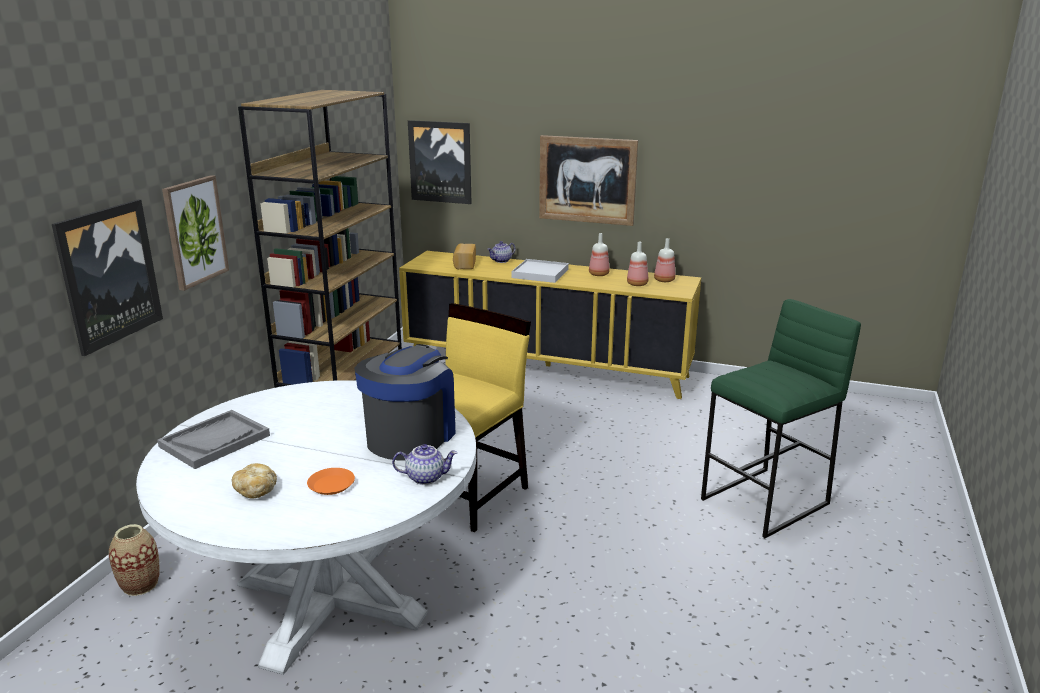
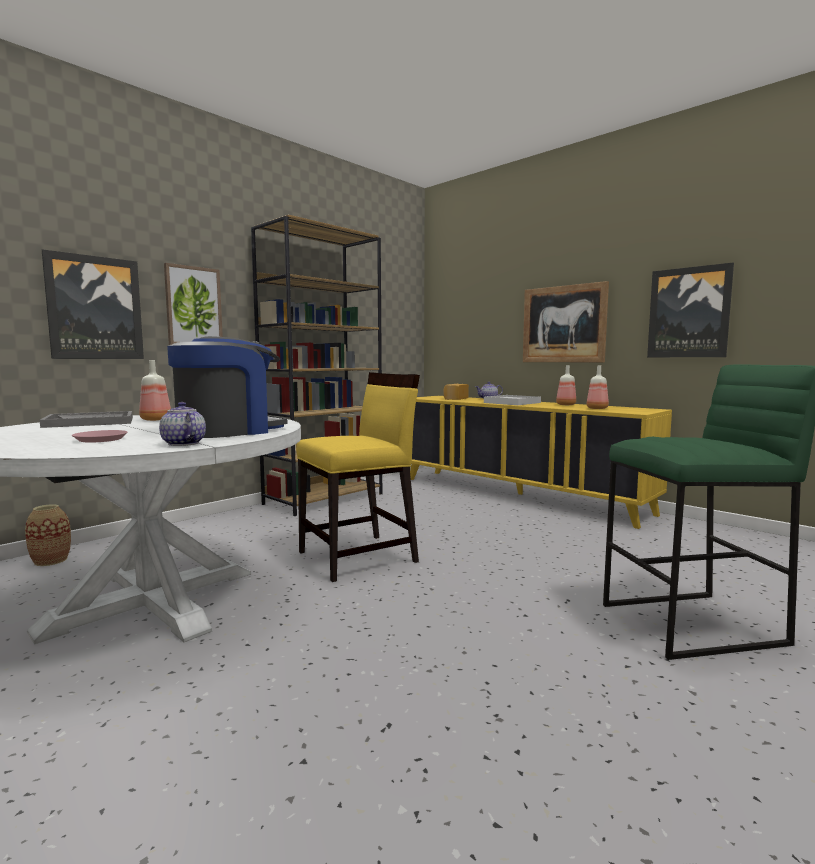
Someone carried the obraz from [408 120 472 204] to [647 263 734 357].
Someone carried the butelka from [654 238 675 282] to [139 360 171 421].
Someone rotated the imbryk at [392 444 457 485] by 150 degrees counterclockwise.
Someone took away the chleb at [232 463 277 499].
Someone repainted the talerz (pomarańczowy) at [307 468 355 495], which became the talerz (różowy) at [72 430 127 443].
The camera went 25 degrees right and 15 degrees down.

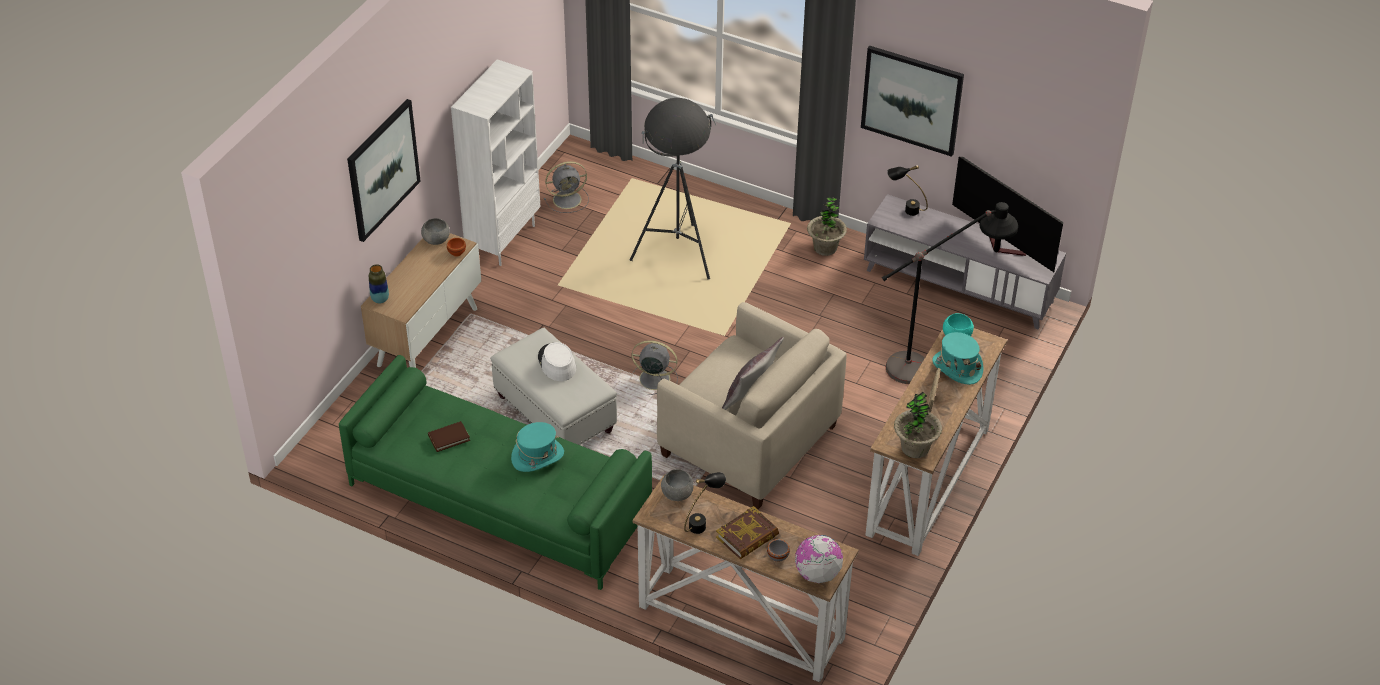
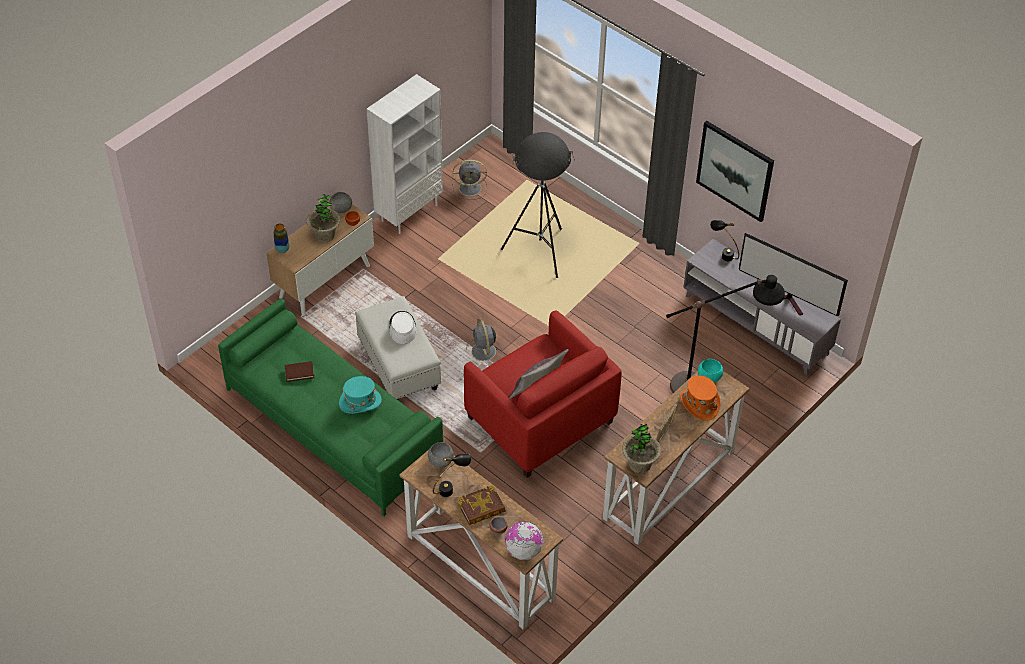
Someone took away the obraz at [347 99 421 242].
Someone rotated the telewizor at [952 157 1063 272] by 150 degrees clockwise.
Someone carried the roślina doniczkowa from [807 197 847 256] to [306 194 341 242].
Someone repainted the fotel (beżowy) at [657 302 846 509], which became the fotel (czerwony) at [464 310 622 478].
Someone repainted the kapelusz (turkusowy) at [932 332 983 385], which became the kapelusz (pomarańczowy) at [680 375 720 421].
Someone rotated the wentylator (szary) at [632 340 678 395] by 135 degrees counterclockwise.
The camera went 15 degrees right and 5 degrees up.

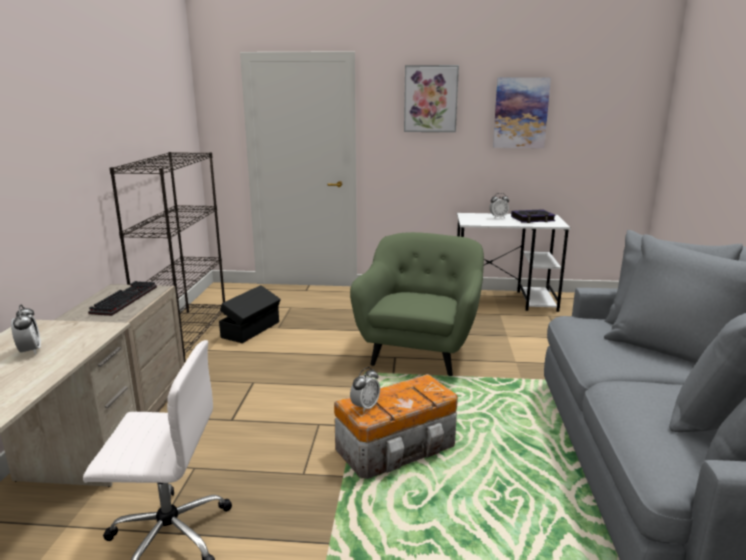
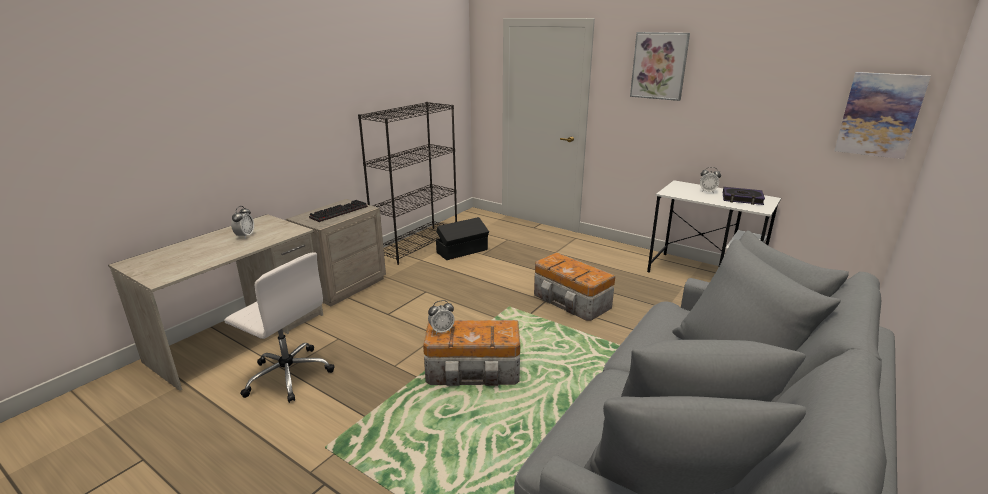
Someone carried the obraz from [493 77 551 148] to [834 72 931 159].
Someone swapped the fotel (zielony) at [350 232 484 376] for the pojemnik do przechowywania at [534 252 615 321].
The camera went 30 degrees right and 5 degrees up.

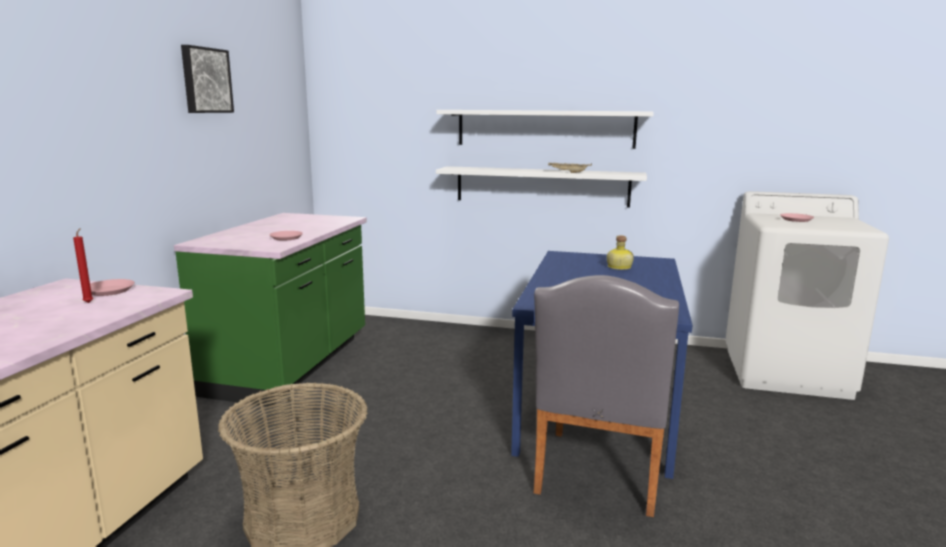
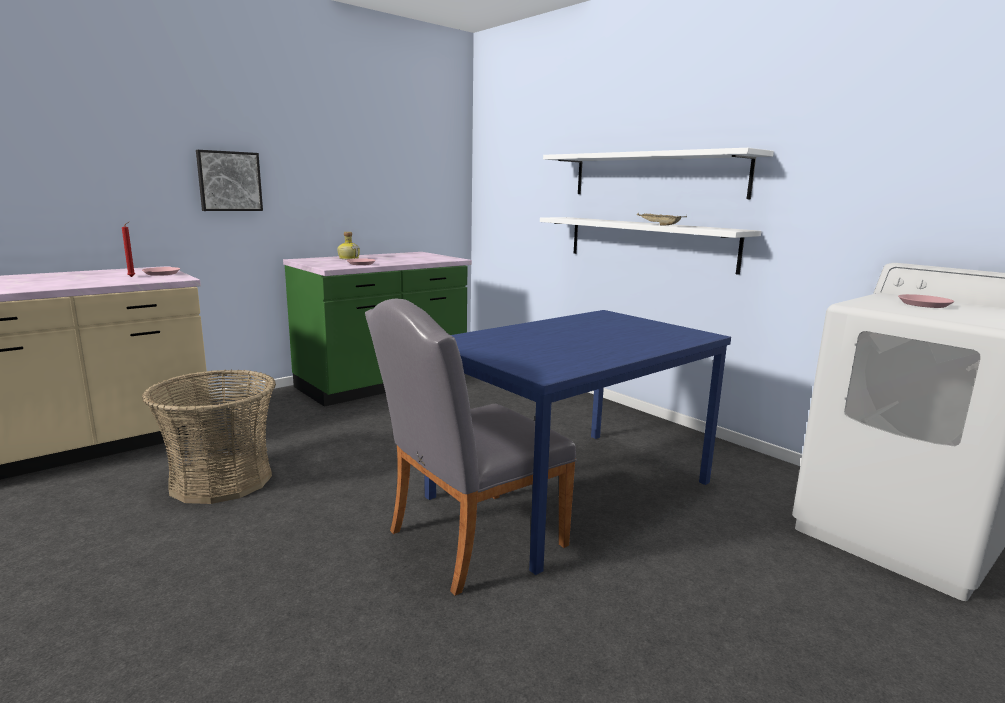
Someone carried the obraz from [181 45 234 113] to [196 150 263 211].
Someone carried the butelka from [607 236 634 270] to [337 232 360 259].
The camera went 35 degrees right and 0 degrees up.

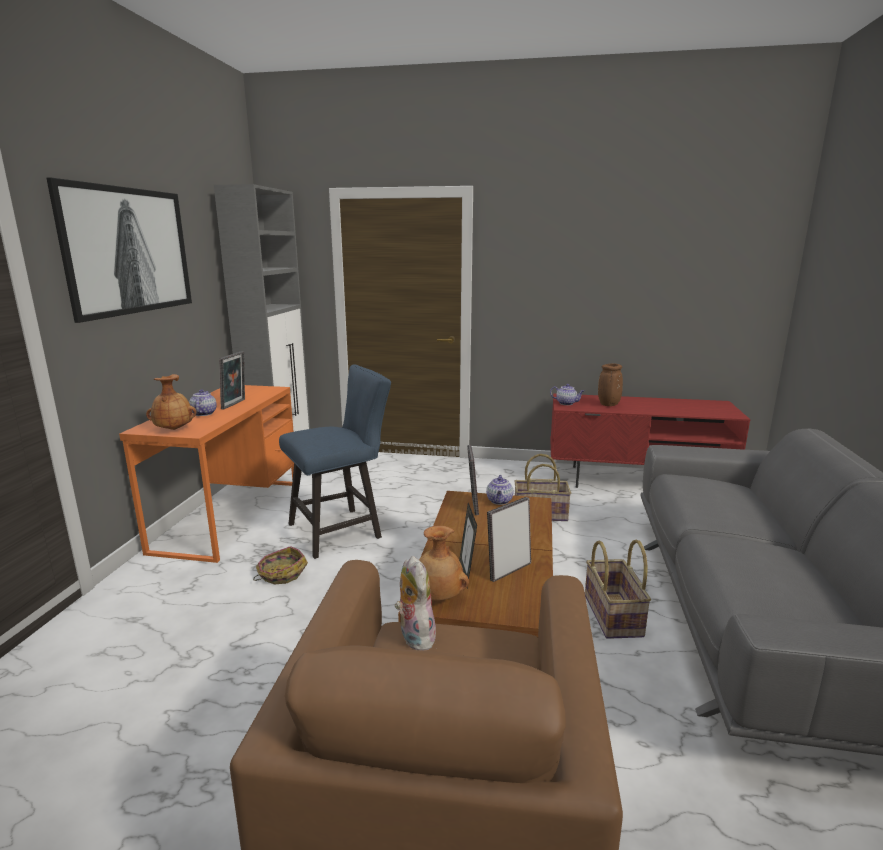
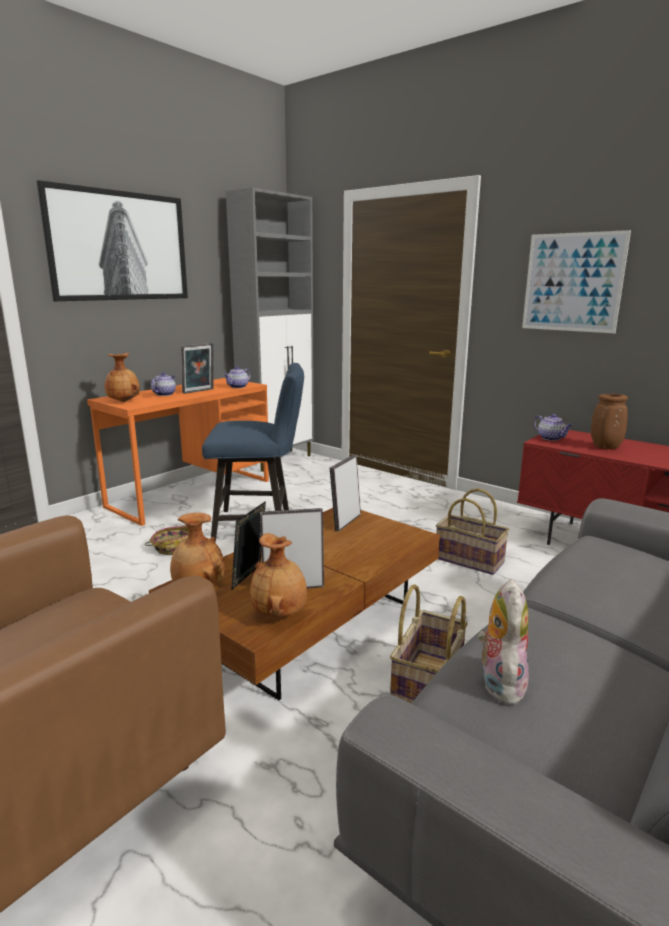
Someone carried the imbryk from [486 475 514 505] to [224 366 251 388].
Someone carried the pluszak from [395 556 437 651] to [478 579 529 705].
Someone put up the obraz at [522 230 631 333].
Someone put down the wazon (brązowy) at [250 533 307 617].
The camera went 30 degrees right and 0 degrees up.

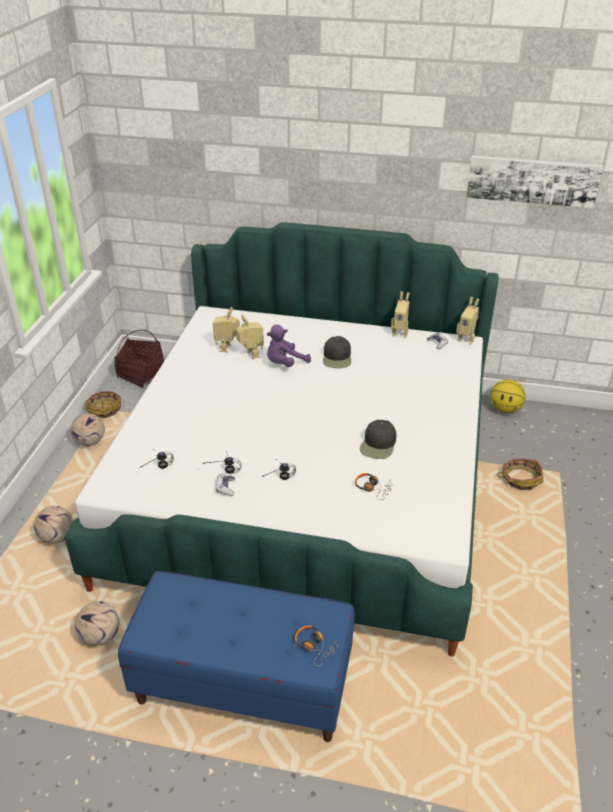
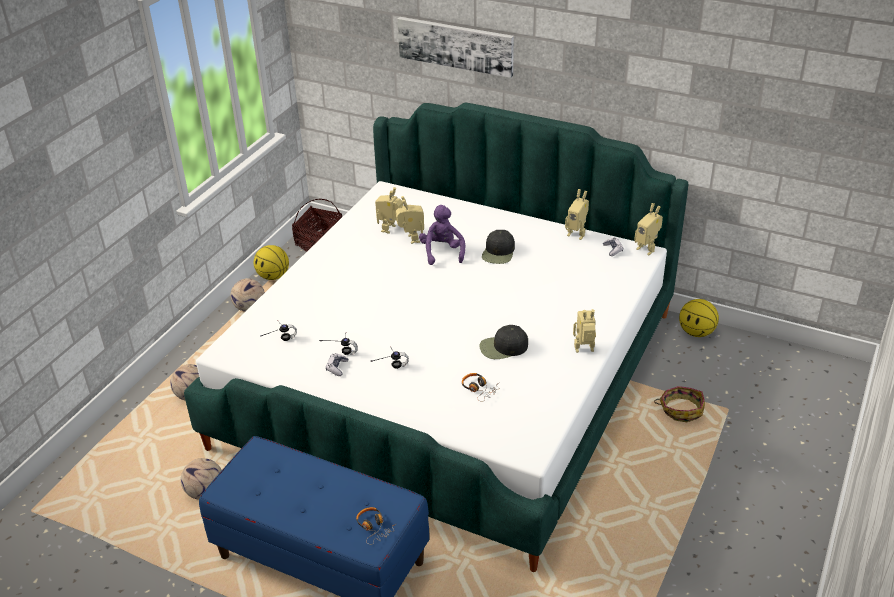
Someone carried the obraz from [466 155 603 208] to [397 17 514 78].
Someone rotated the pluszak (fioletowy) at [266 325 311 367] by 105 degrees clockwise.
Someone swapped the koszyk at [86 391 121 418] for the piłka do koszykówki at [254 245 289 280].
Someone rotated the czapka z daszkiem (czarny) at [360 420 396 459] by 45 degrees clockwise.
Someone put down the robot zabawkowy at [573 309 596 353].
The camera went 15 degrees right and 0 degrees up.

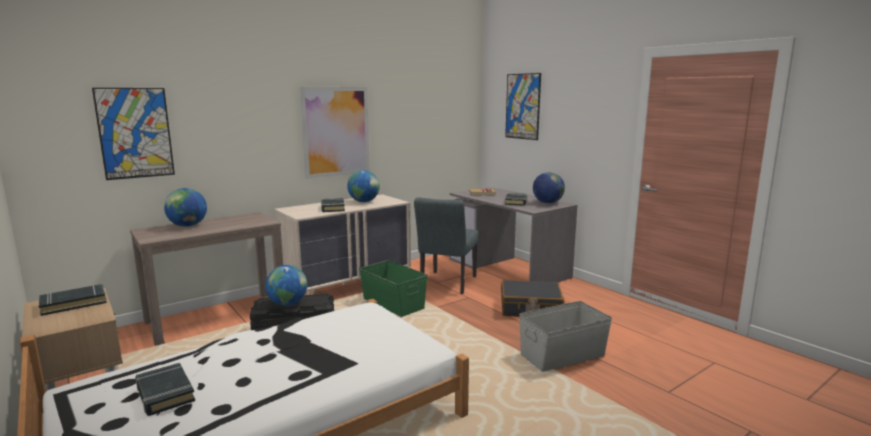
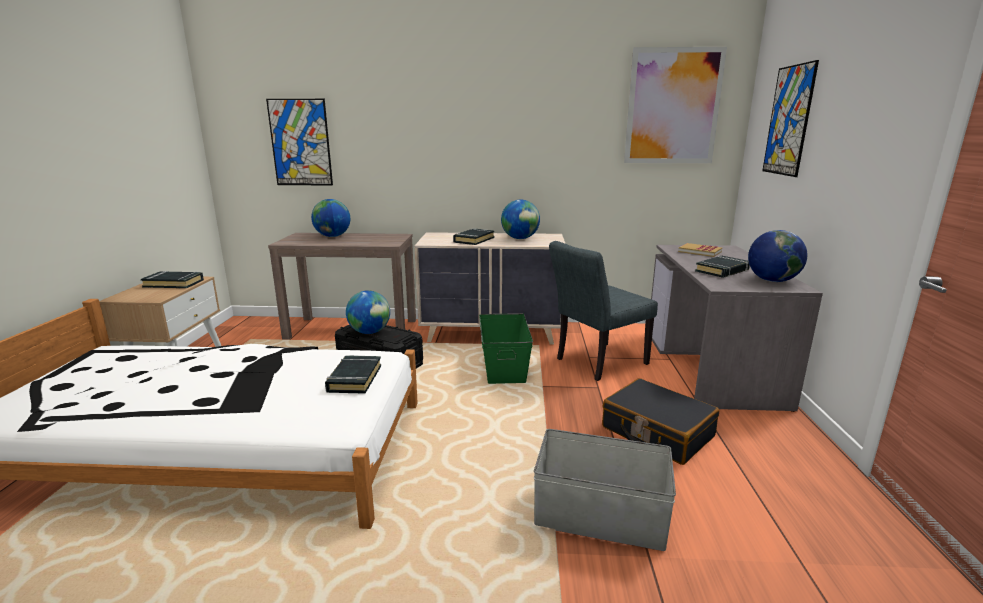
Someone carried the obraz from [300 87 370 179] to [624 47 727 163].
Someone carried the książka (czarny) from [135 363 195 416] to [325 355 381 394].
The camera went 40 degrees right and 5 degrees up.

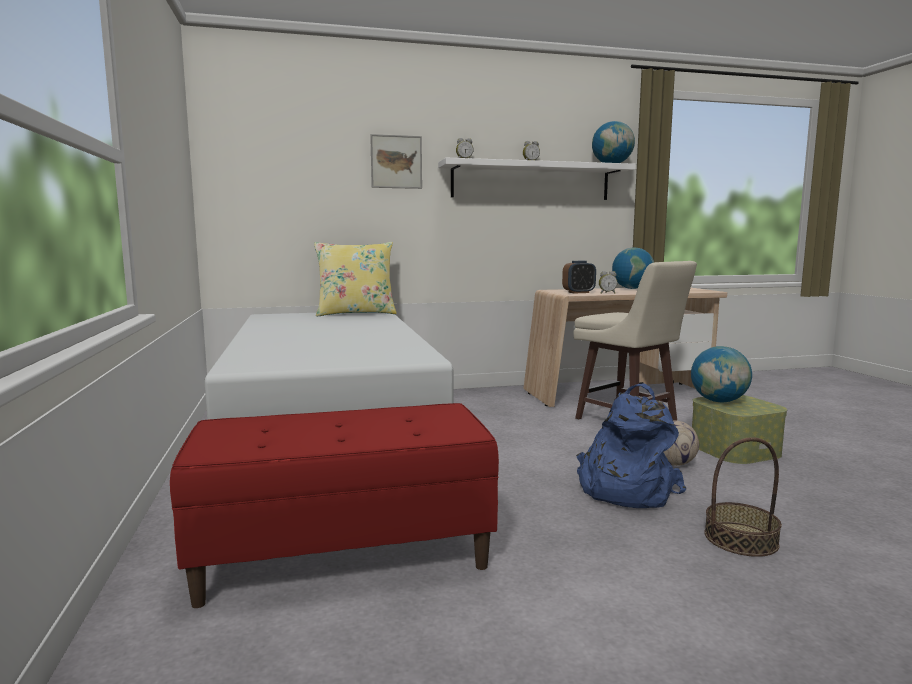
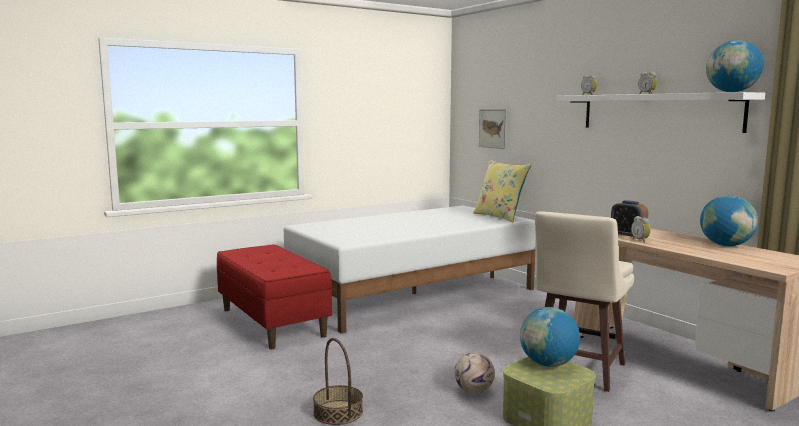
Someone carried the obraz from [370 134 422 189] to [479 109 507 149].
Someone took away the plecak (niebieski) at [576 384 686 508].
The camera went 70 degrees right and 0 degrees up.

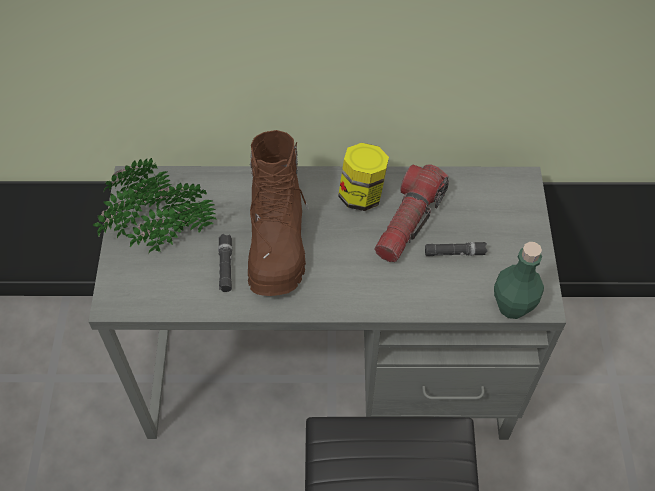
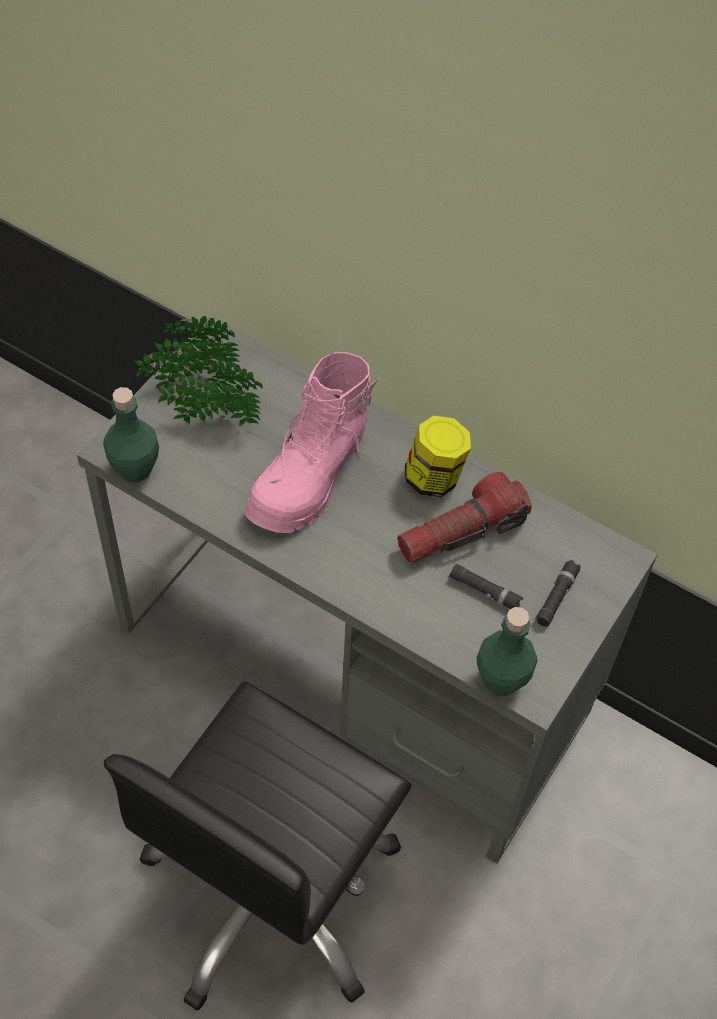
Someone repainted the but z cholewką (brązowy) at [248 130 309 296], which became the but z cholewką (różowy) at [245 352 377 533].
Someone carried the latarka (czarny) from [218 234 232 292] to [535 560 581 627].
Someone put down the butelka (zielony) at [103 387 159 482].
The camera went 30 degrees right and 0 degrees up.

